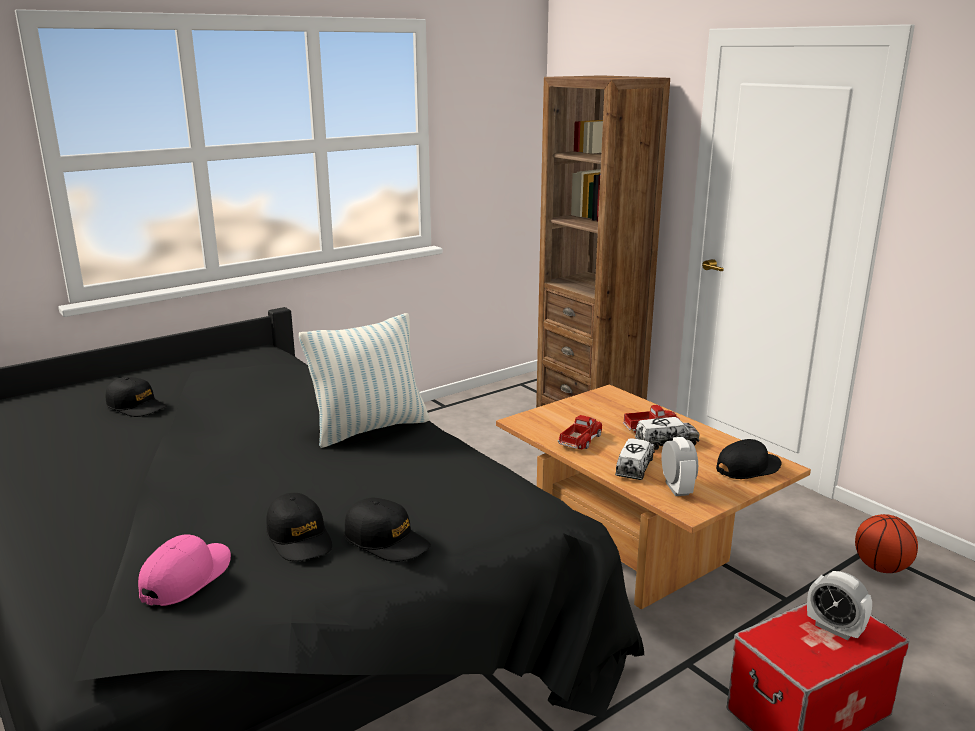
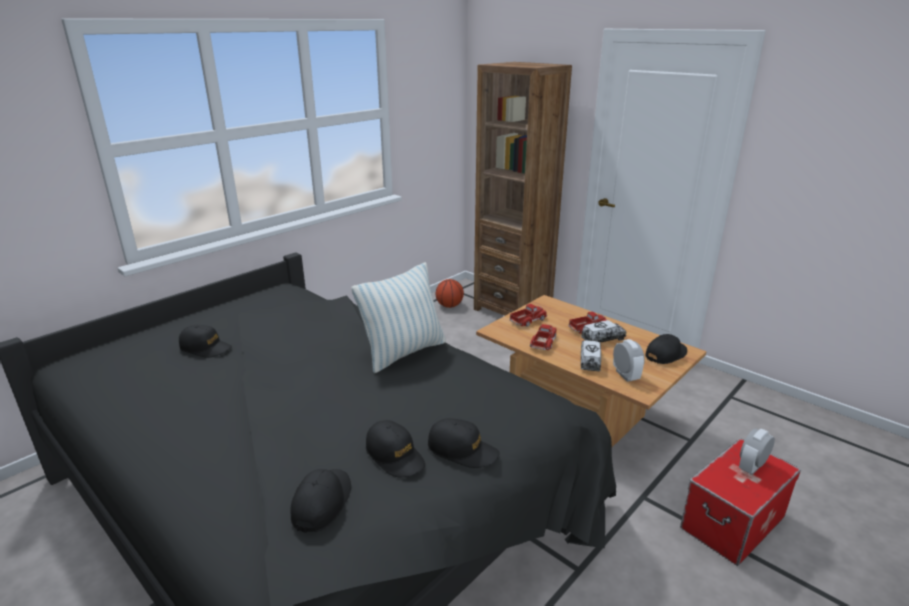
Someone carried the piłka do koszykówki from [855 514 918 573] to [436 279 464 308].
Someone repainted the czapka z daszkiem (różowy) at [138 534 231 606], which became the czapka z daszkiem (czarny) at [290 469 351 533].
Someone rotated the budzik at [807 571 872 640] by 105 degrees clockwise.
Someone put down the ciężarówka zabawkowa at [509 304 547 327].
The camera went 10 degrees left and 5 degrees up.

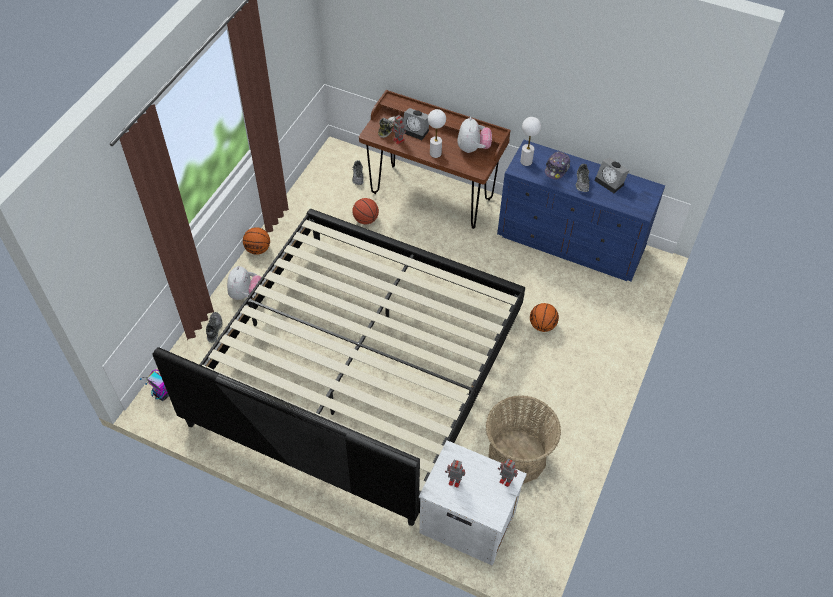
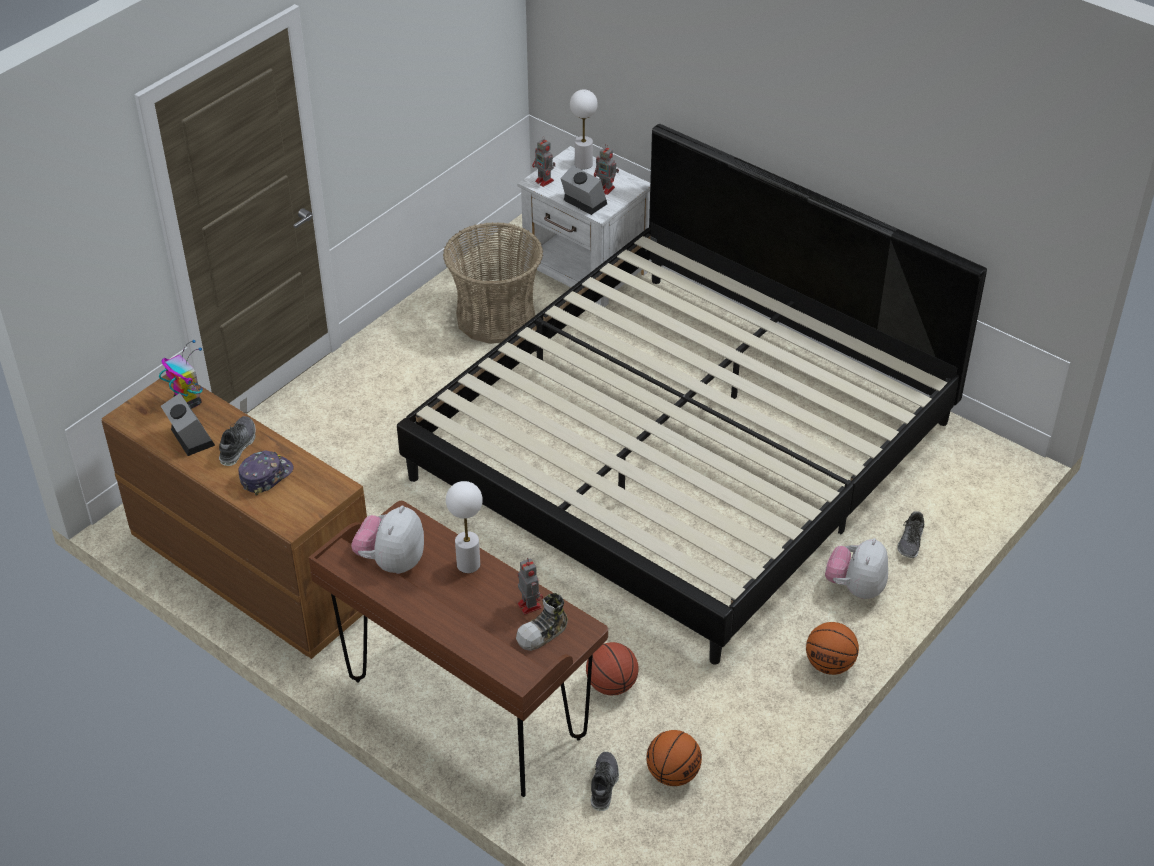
Someone carried the budzik from [403 108 429 140] to [560 165 607 215].
Someone carried the lampa stołowa (biały) from [520 117 541 166] to [570 89 598 169].
Someone repainted the komoda (niebieski) at [497 140 665 281], which became the komoda (brązowy) at [101 375 367 659].
Someone carried the piłka do koszykówki from [530 303 559 332] to [646 730 702 786].
Someone carried the robot zabawkowy from [140 369 169 401] to [159 340 203 409].
The camera went 165 degrees left and 10 degrees down.

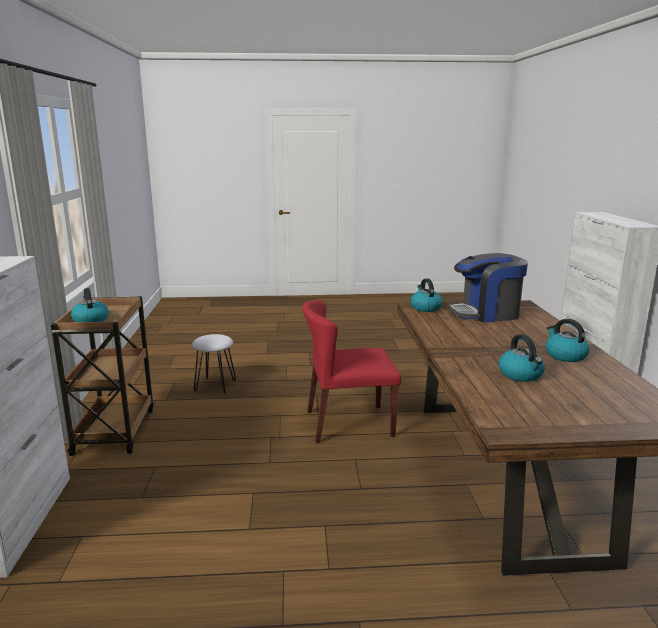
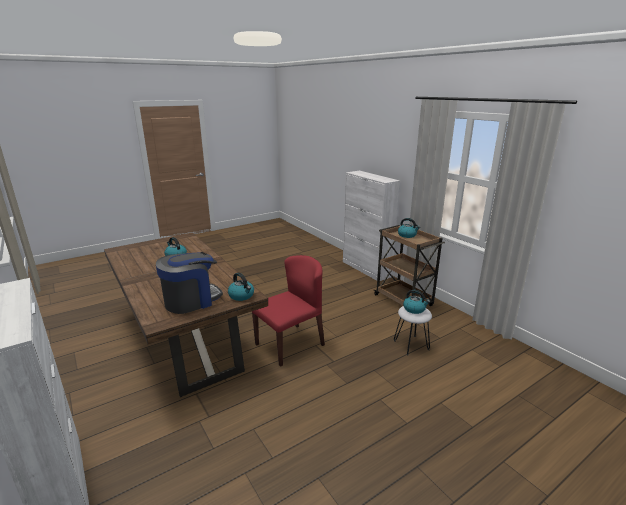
Someone carried the czajnik from [546 319 589 362] to [403 290 430 314].
The camera went 150 degrees right and 5 degrees up.

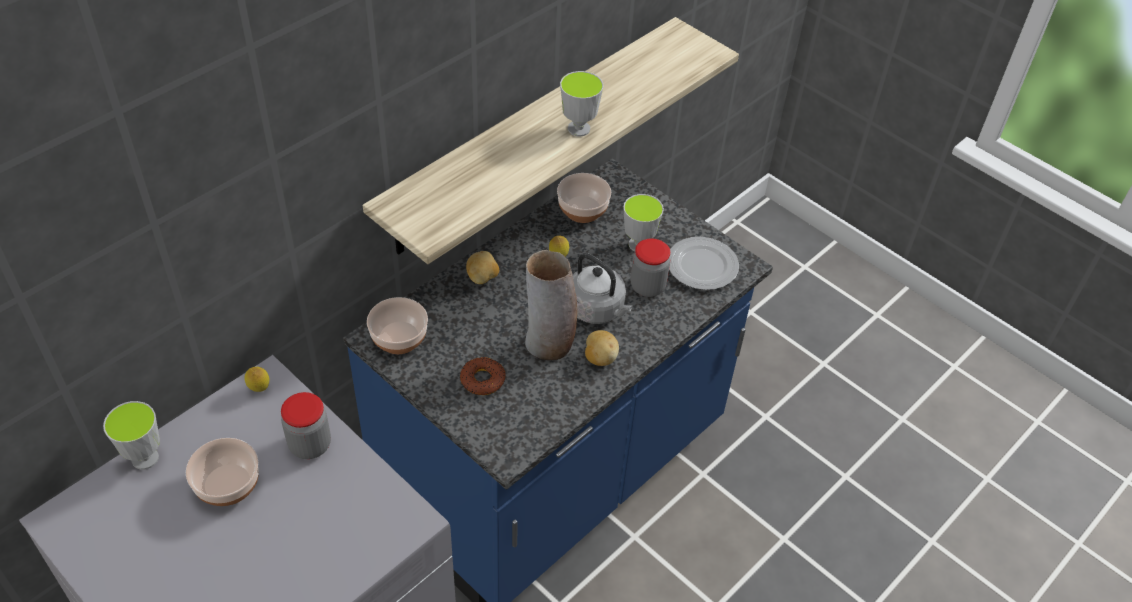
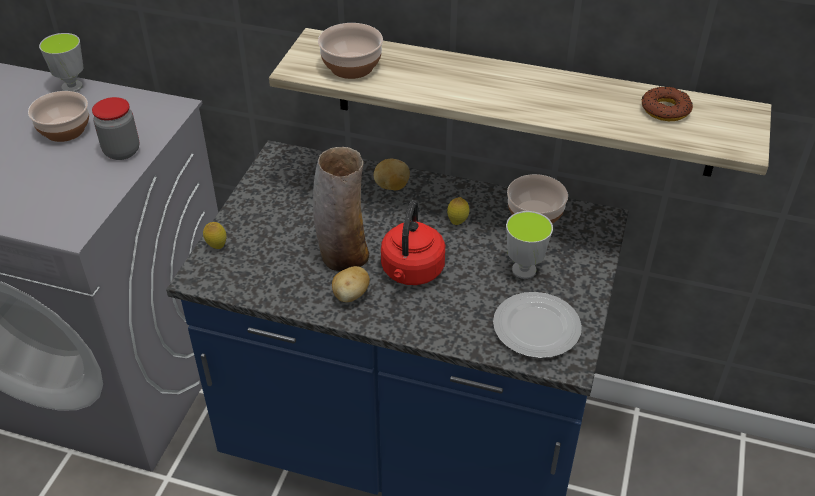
Someone took away the filiżanka at [560 71 604 136].
Someone took away the słoik at [631 238 670 297].
Someone repainted the czajnik (szary) at [573 253 633 324], which became the czajnik (czerwony) at [381 200 445 285].
Someone carried the miska from [367 297 428 354] to [318 23 383 79].
Someone carried the donut from [460 357 506 395] to [641 87 693 121].
Someone carried the cytryna from [245 367 270 392] to [203 222 227 249].
The camera went 65 degrees right and 5 degrees down.

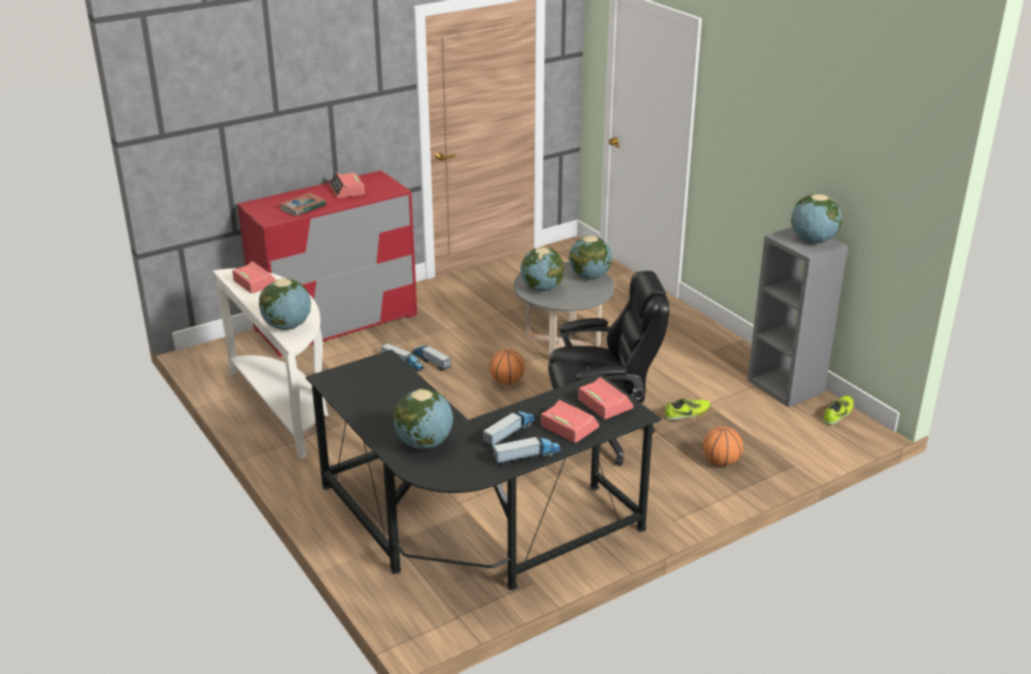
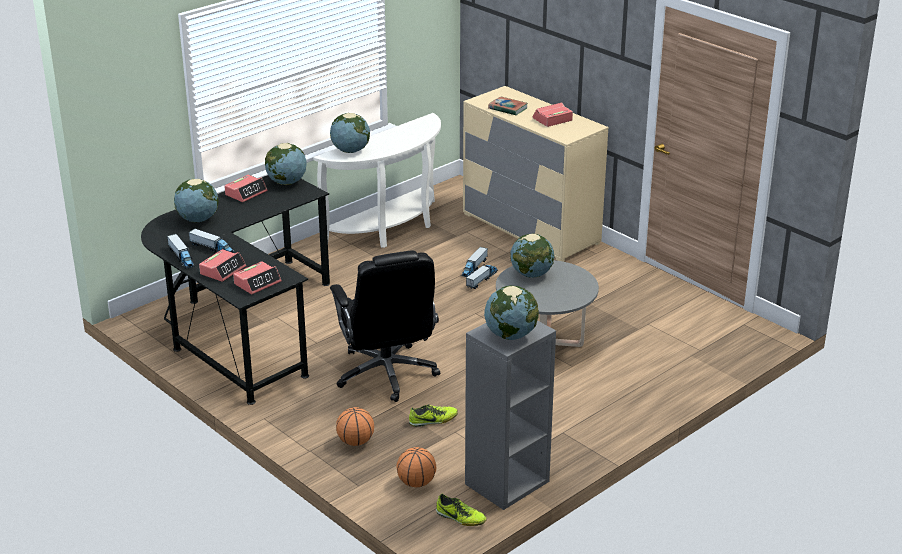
Someone repainted the komoda (czerwony) at [237 171 417 357], which became the komoda (beżowy) at [463 86 608 262].
Someone carried the globus from [569 236 612 279] to [265 143 306 185].
Someone carried the budzik from [232 261 276 294] to [224 175 267 202].
Someone carried the piłka do koszykówki from [489 349 525 385] to [396 447 437 487].
Someone rotated the but at [665 398 711 421] by 75 degrees counterclockwise.
The camera went 80 degrees right and 0 degrees up.

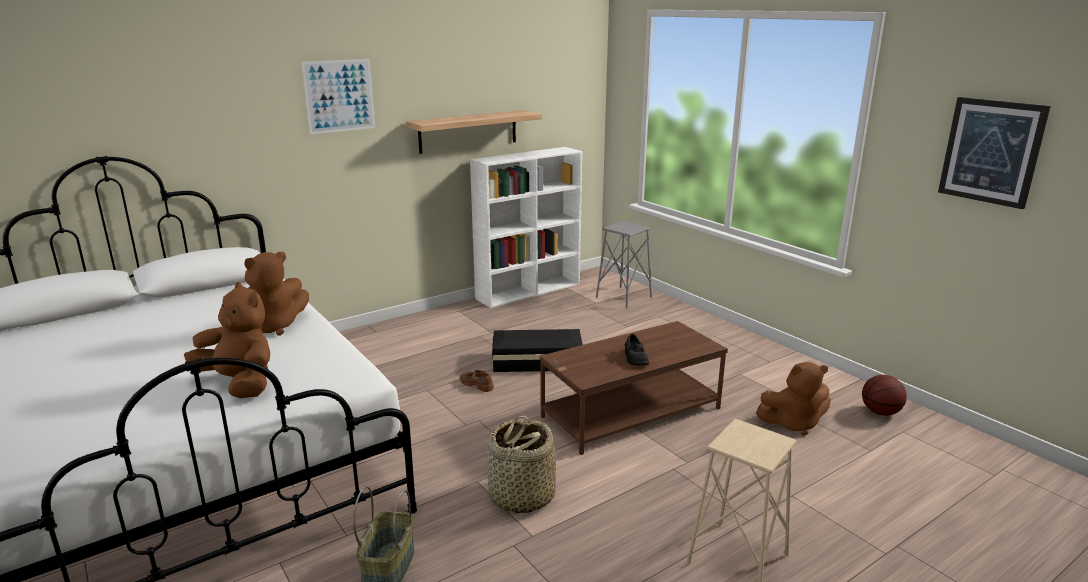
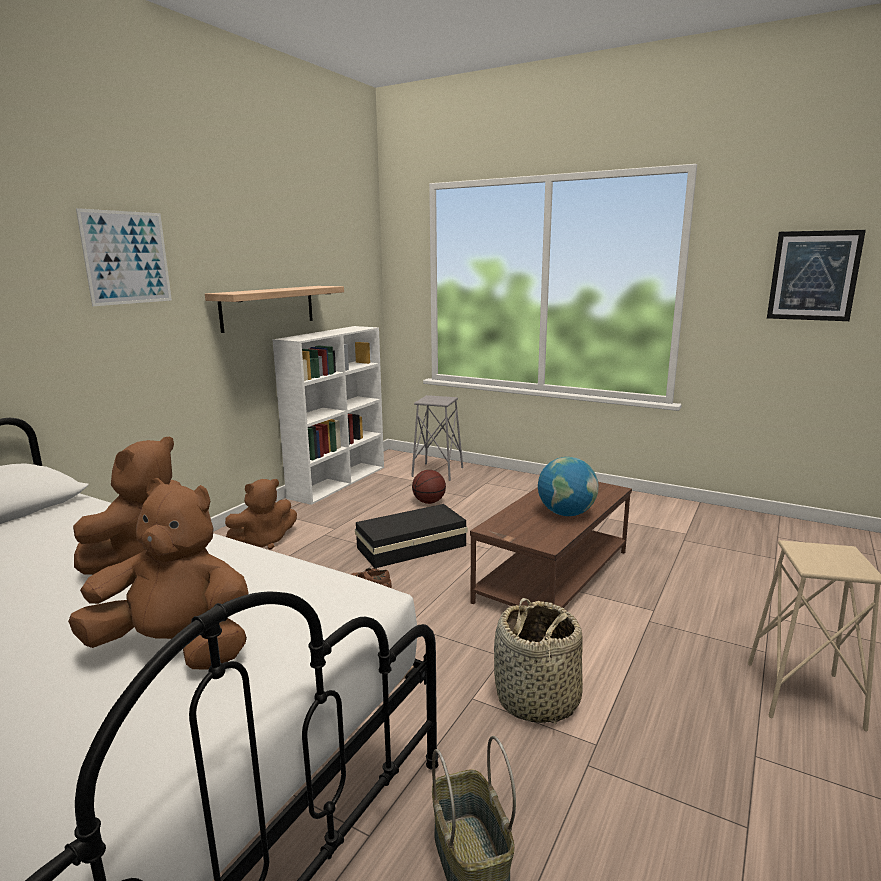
Someone swapped the but (czarny) at [625 334 649 366] for the globus at [538 457 599 516].
Someone carried the pluszak (brązowy) from [756 362 831 436] to [225 479 297 549].
Someone carried the piłka do koszykówki from [862 375 907 416] to [412 470 446 504].
The camera went 25 degrees left and 5 degrees down.

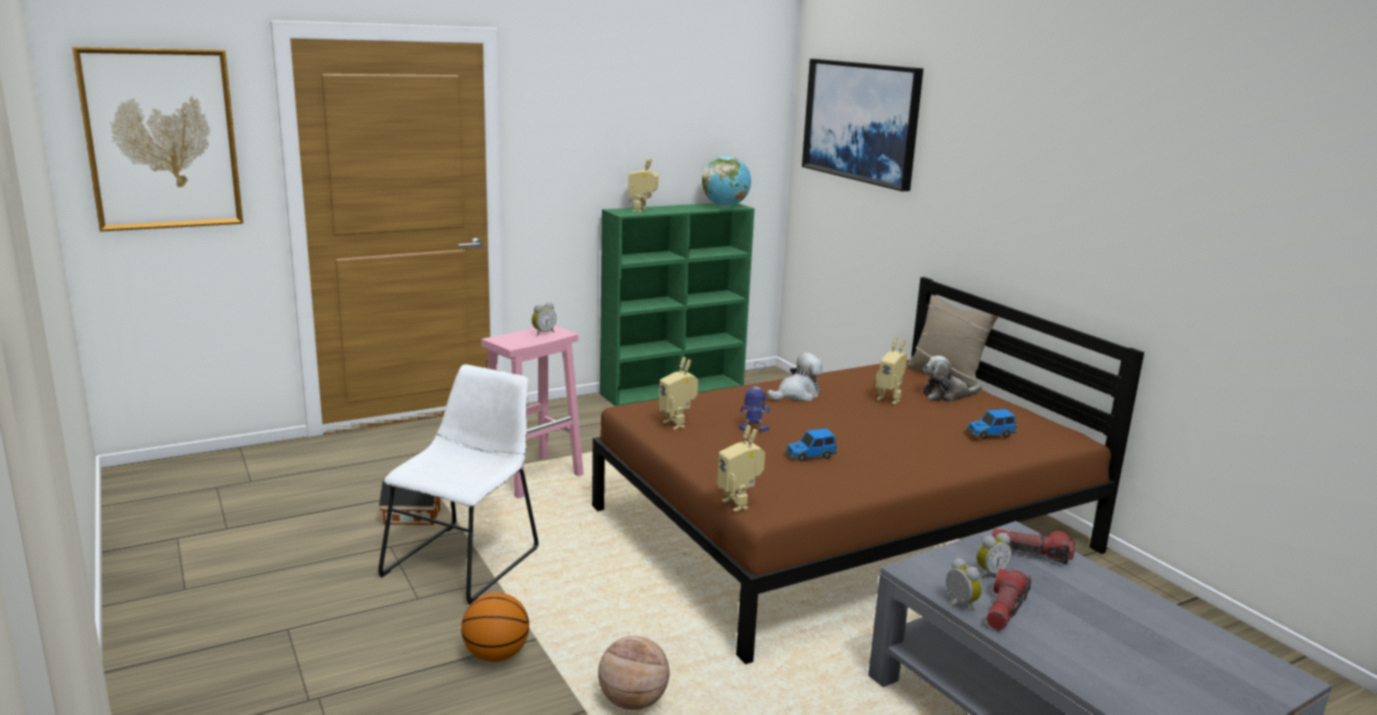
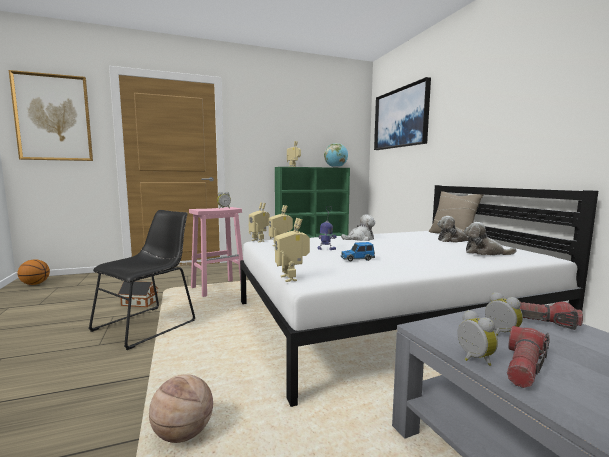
Someone repainted the łóżko (brązowy) at [592 277 1144 664], which became the łóżko (biały) at [240 185 598 407].
Someone carried the robot zabawkowy from [875 337 907 404] to [249 202 270 242].
Someone repainted the krzesło (biały) at [378 364 539 605], which became the krzesło (czarny) at [89 210 196 350].
Someone swapped the samochodzik at [966 409 1017 439] for the pluszak at [464 222 517 255].
Someone rotated the budzik at [976 533 1012 578] by 105 degrees counterclockwise.
Someone carried the piłka do koszykówki from [461 593 529 662] to [17 259 50 285].
The camera went 10 degrees right and 10 degrees down.

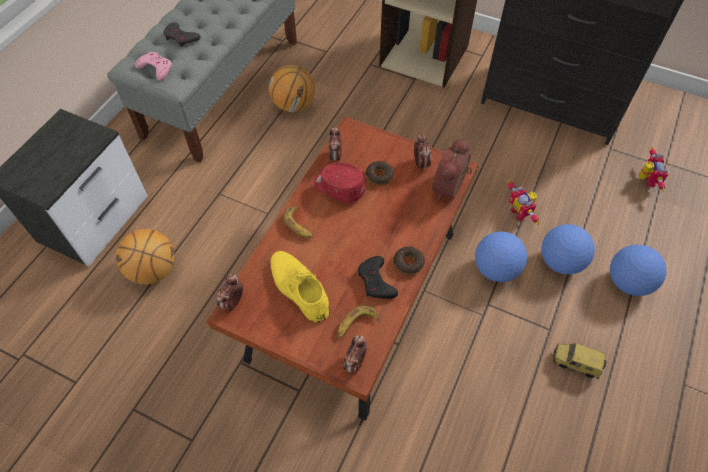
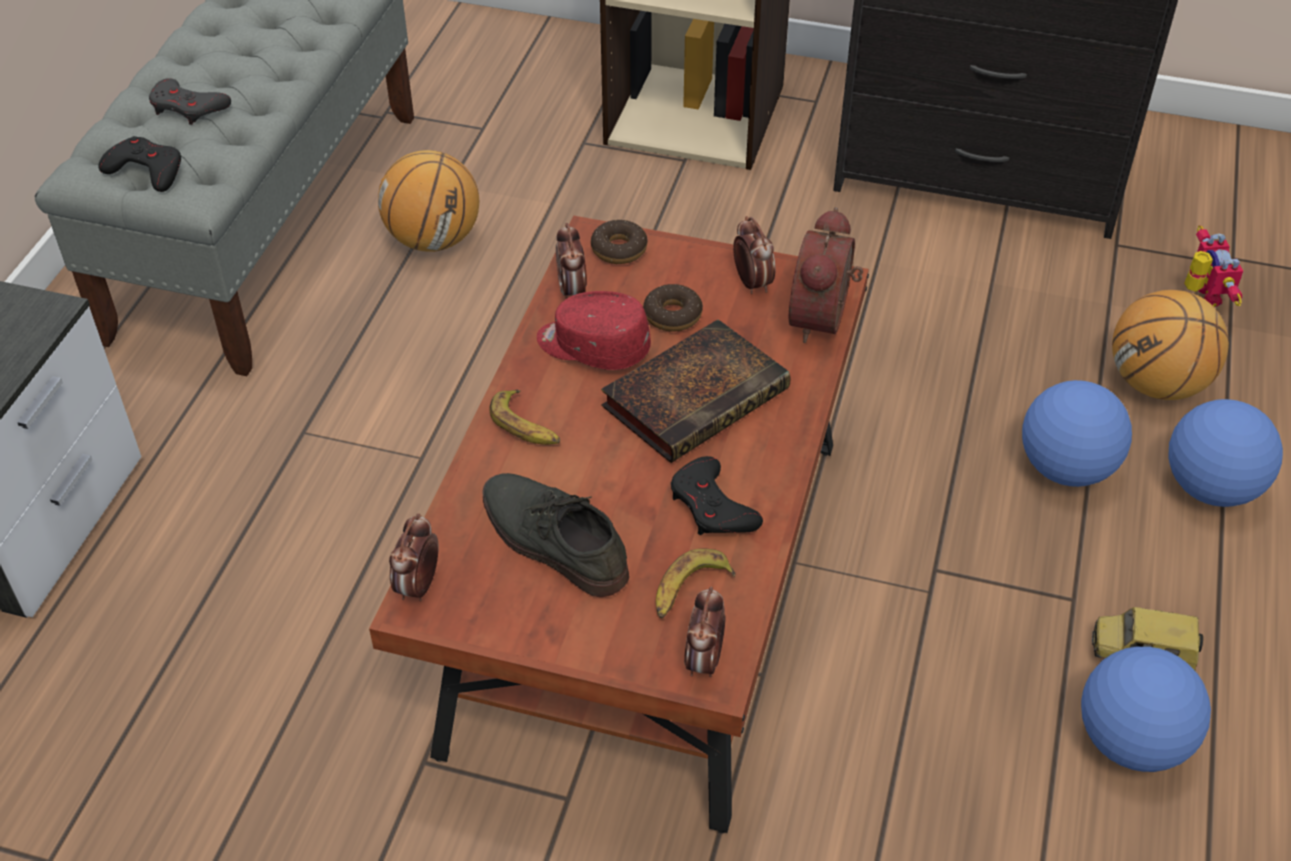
Someone repainted the pad do gier (różowy) at [135 52 172 81], which became the pad do gier (czarny) at [98 136 181 192].
Someone took away the robot zabawkowy at [507 180 540 225].
Someone carried the piłka do koszykówki from [116 229 175 284] to [1112 290 1229 400].
Someone carried the piłka futbolowa from [475 231 527 282] to [1081 647 1211 772].
Someone carried the donut from [394 246 425 275] to [591 220 647 264].
Someone repainted the but (żółty) at [271 251 330 322], which became the but (szary) at [482 473 629 597].
Someone put down the książka at [601 319 791 463].
The camera went 10 degrees left and 10 degrees down.

